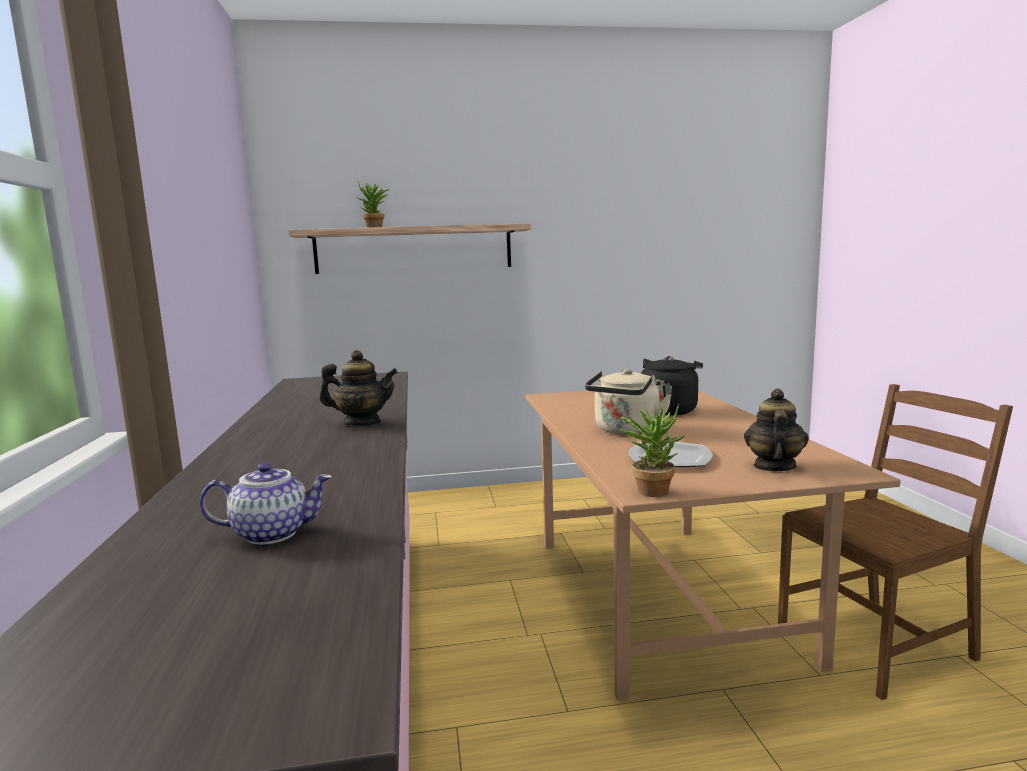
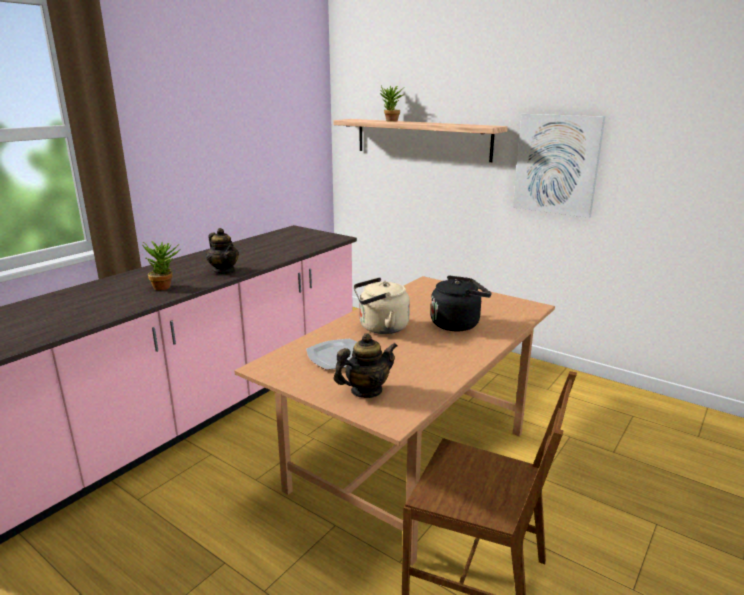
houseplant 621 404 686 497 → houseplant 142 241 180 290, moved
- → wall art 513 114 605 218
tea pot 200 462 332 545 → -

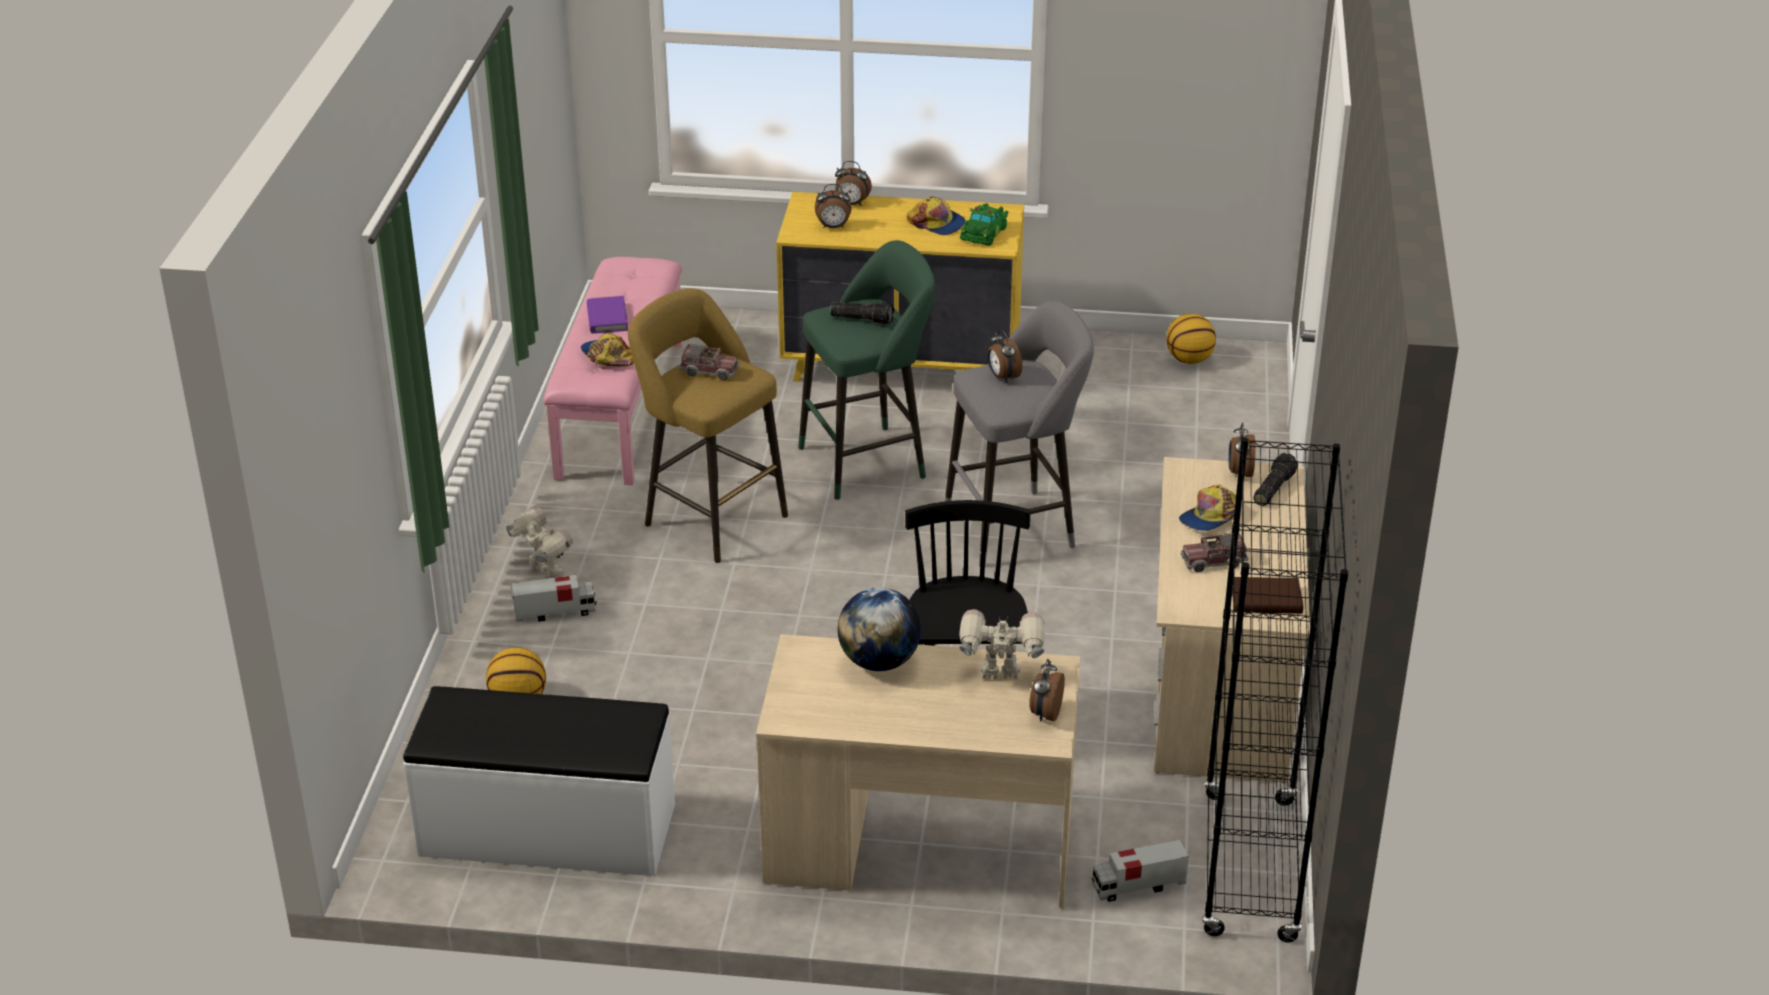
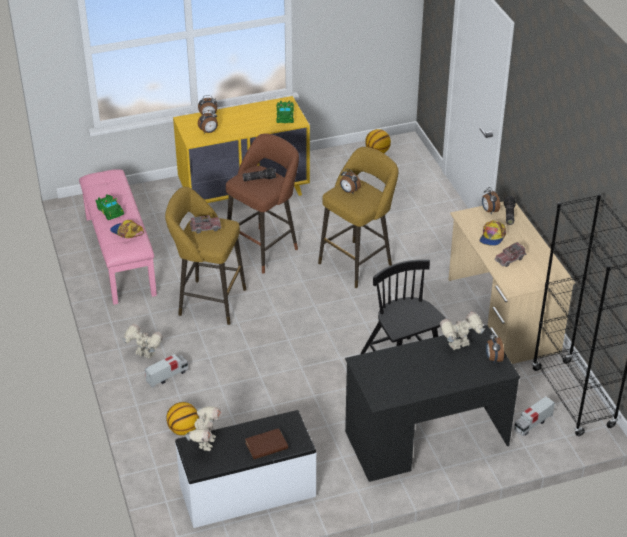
purple-coloured bound book 587 296 628 334 → greenish model car 95 194 124 220
- → robot figure 185 406 222 451
greenish stool seat 798 240 936 500 → brownish stool seat 226 133 299 274
brownish bound book 1232 577 1303 614 → brownish bound book 245 428 288 459, moved
gray stool seat 945 301 1094 566 → yellowish stool seat 318 147 398 288
beige desk table 756 634 1080 908 → black-coloured desk table 345 325 520 482
world globe 838 587 921 671 → -
peaked cap 907 196 966 235 → -

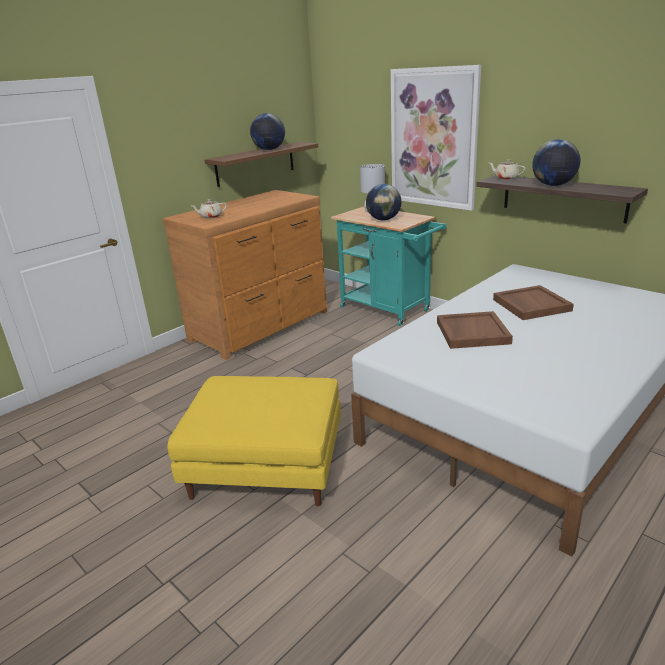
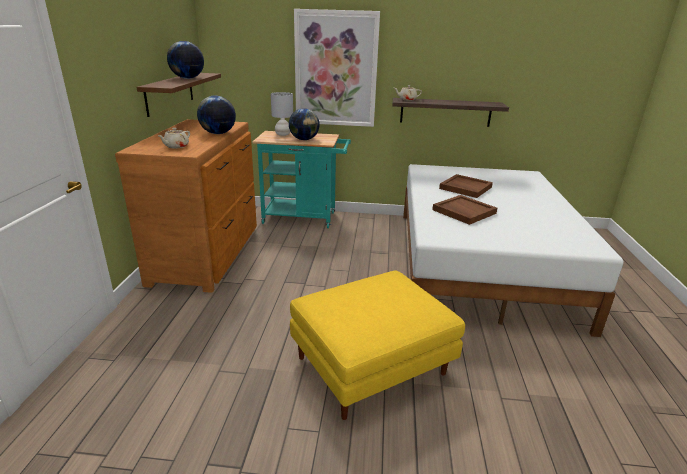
world globe 532 139 580 186 → world globe 197 96 236 134, moved

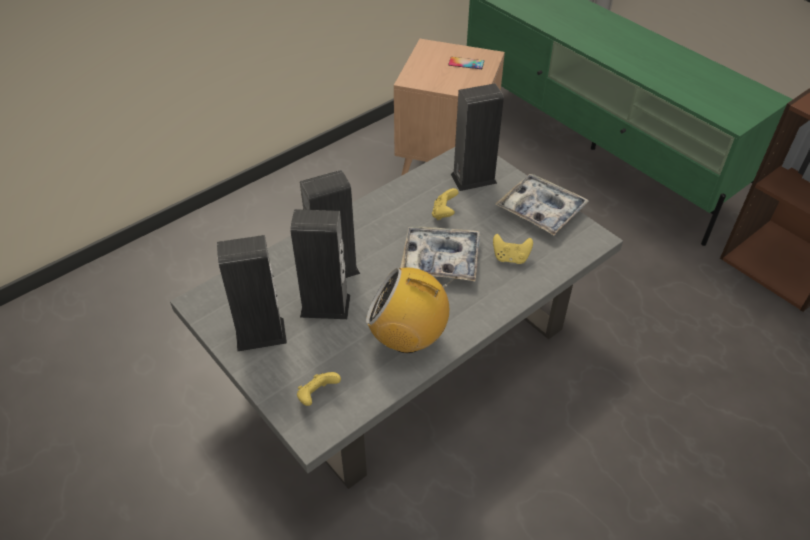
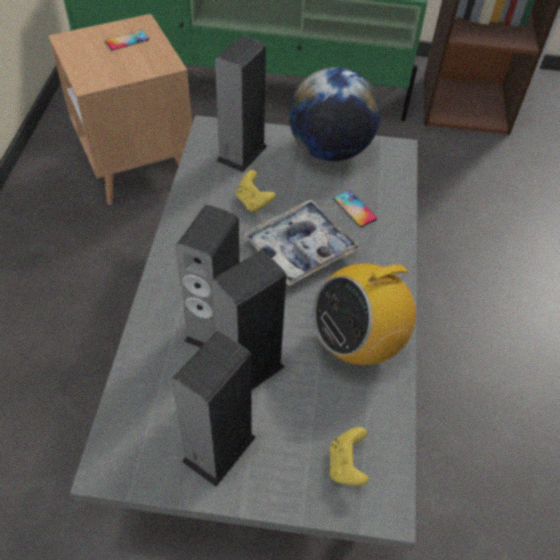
tray 495 174 589 235 → world globe 289 67 381 161
yellowish game controller 493 234 533 264 → phone 333 190 377 227

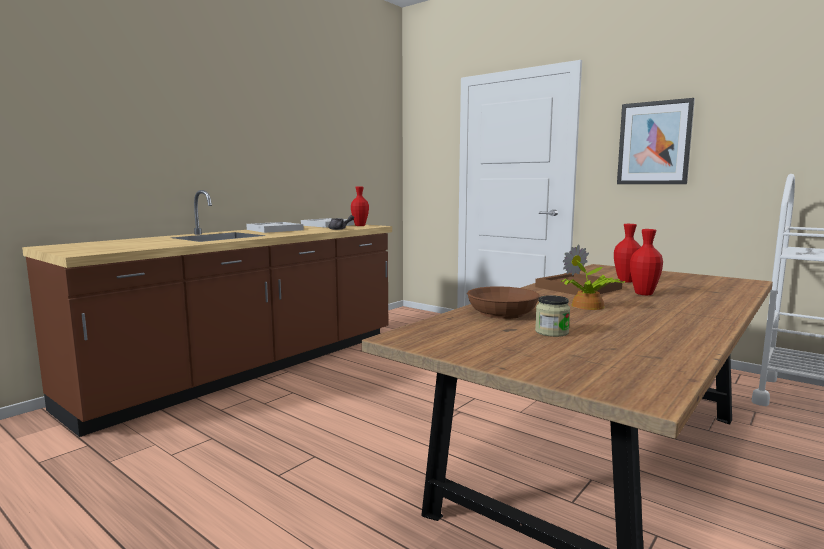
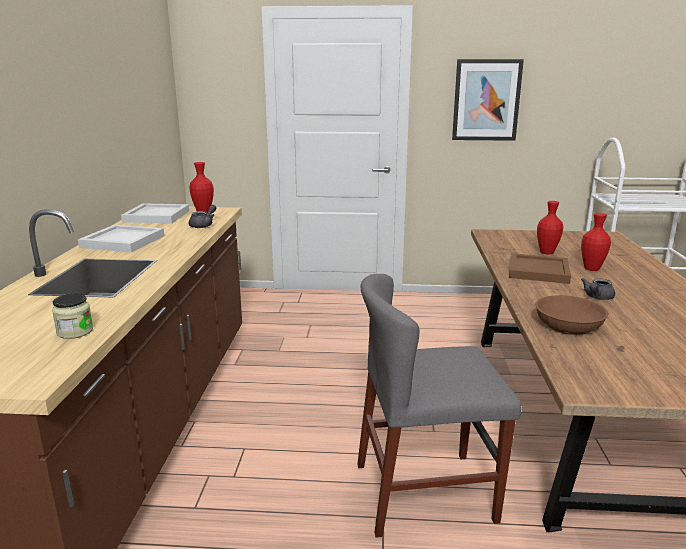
jar 535 295 570 337 → jar 52 293 93 339, moved
- → gray chair 357 274 521 538
houseplant 561 244 625 310 → gray tea pot 581 278 615 300

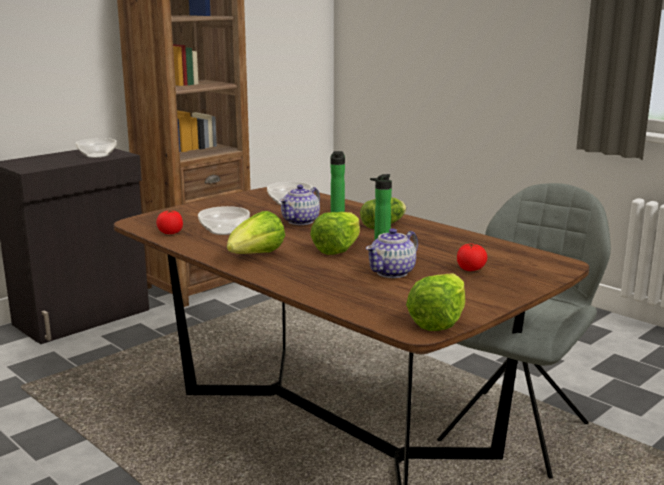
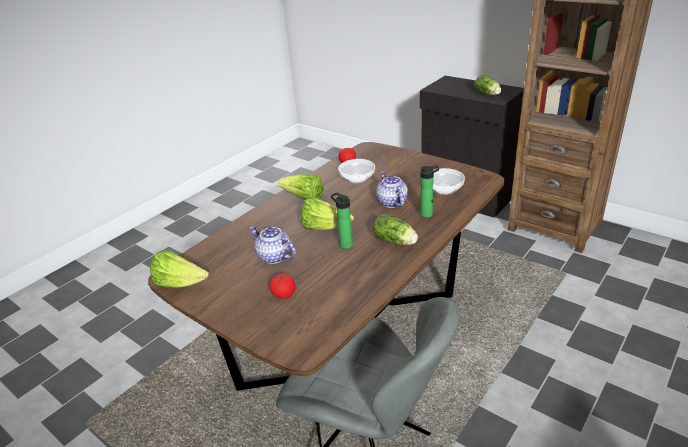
tea pot 280 185 320 225 → tea pot 376 171 408 208, 45 degrees clockwise
serving bowl 76 138 117 158 → head of lettuce 475 75 501 95

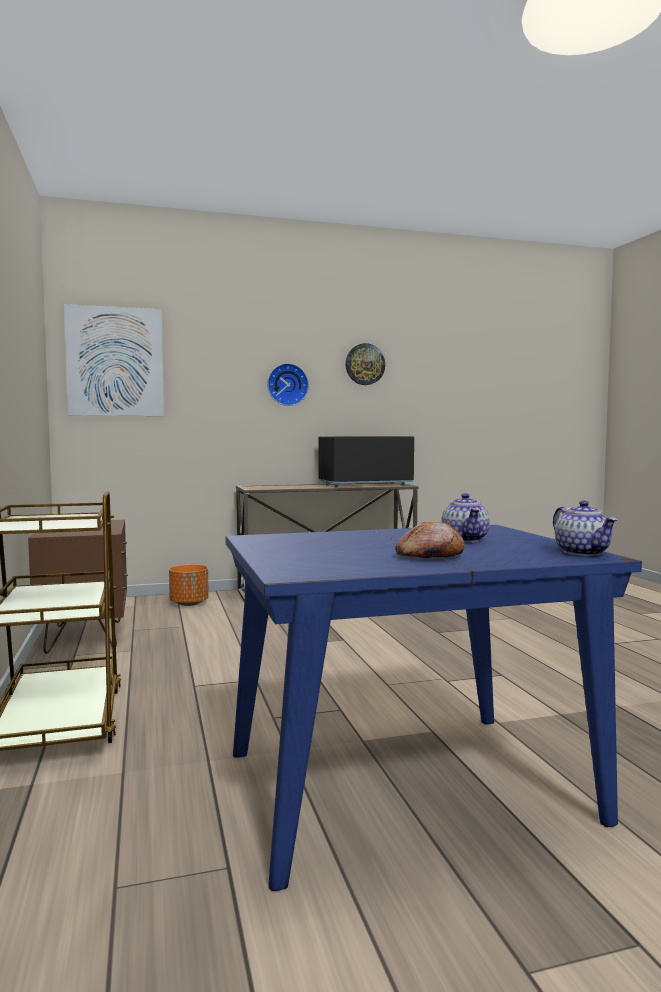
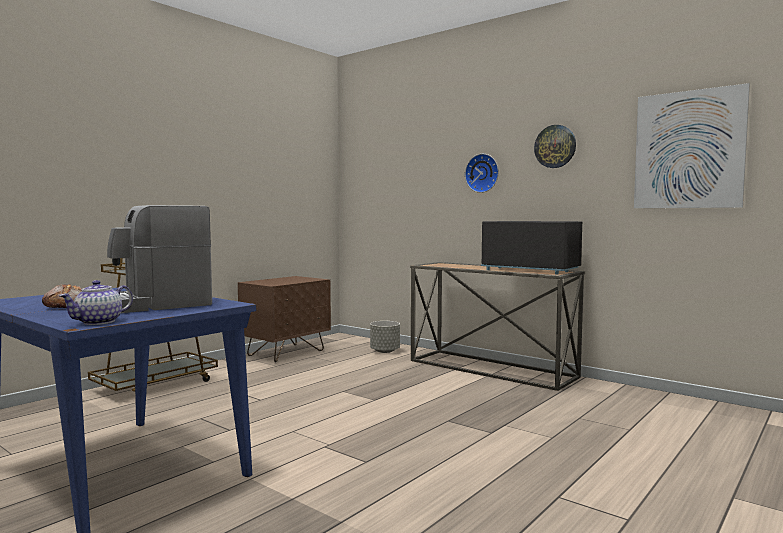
tea pot 441 493 490 542 → coffee machine 107 205 212 313
orange planter 169 564 209 606 → gray planter 370 321 400 353
wall art 64 304 164 416 → wall art 634 83 750 208, moved

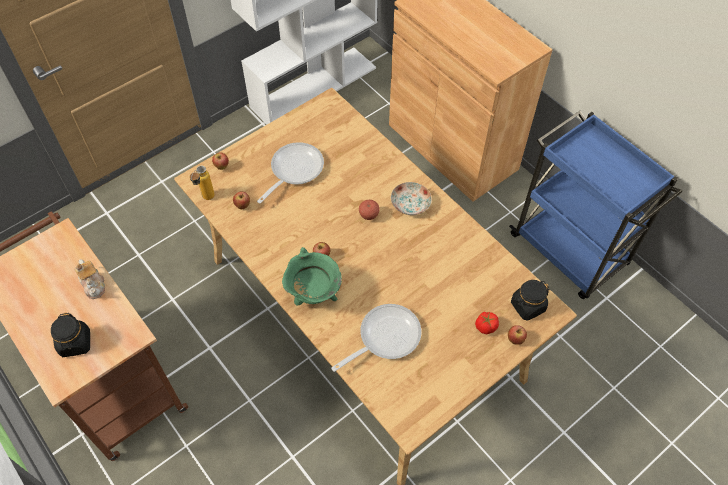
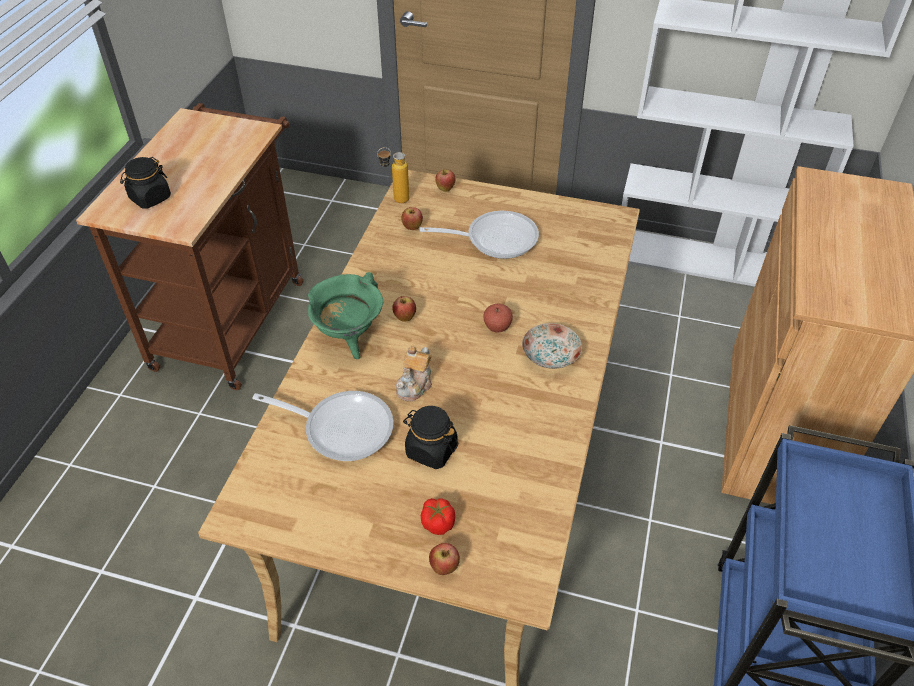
tea pot 75 260 105 299 → tea pot 396 346 432 401, moved
black-coloured jar 511 280 549 321 → black-coloured jar 403 406 458 469, moved

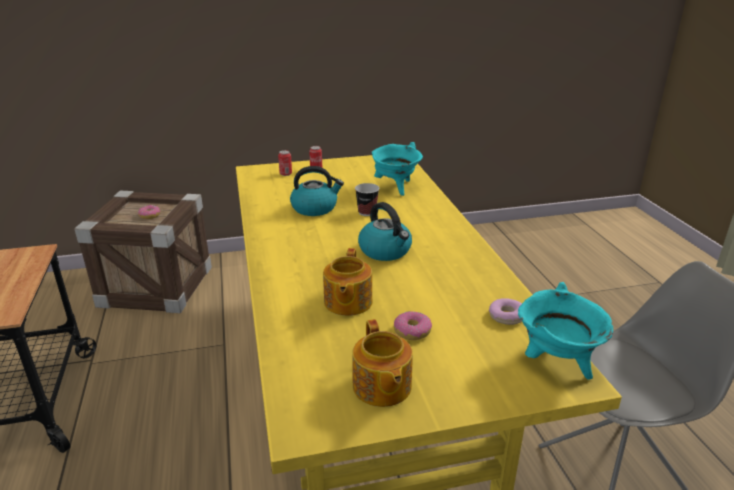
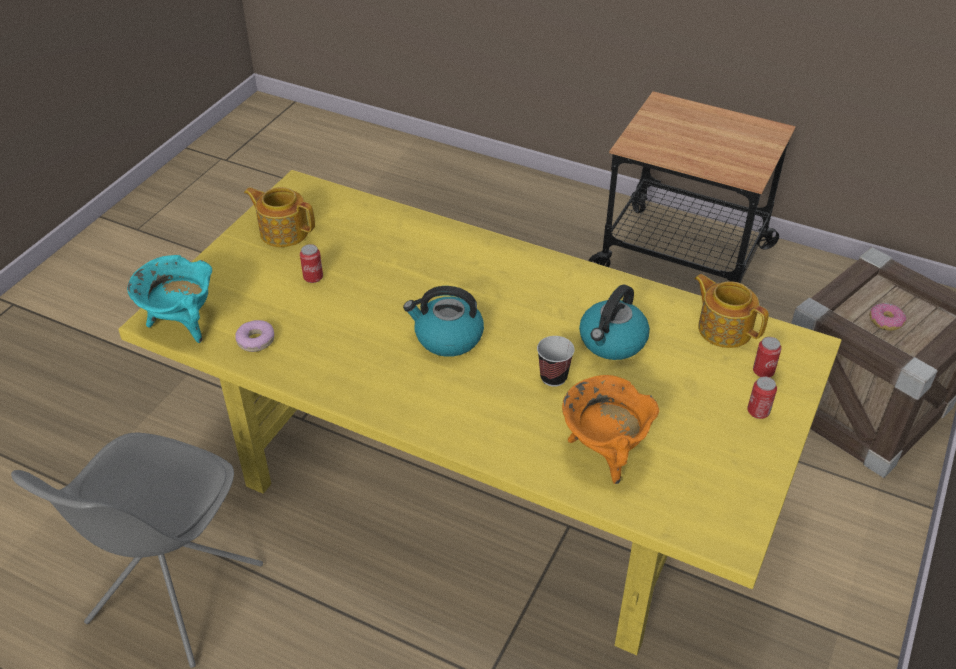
doughnut 394 311 432 340 → sealed can 300 244 323 283
turquoise-coloured saucepot 371 142 423 196 → orange saucepot 562 375 659 484
tea pot 323 248 372 316 → tea pot 694 274 769 348, moved

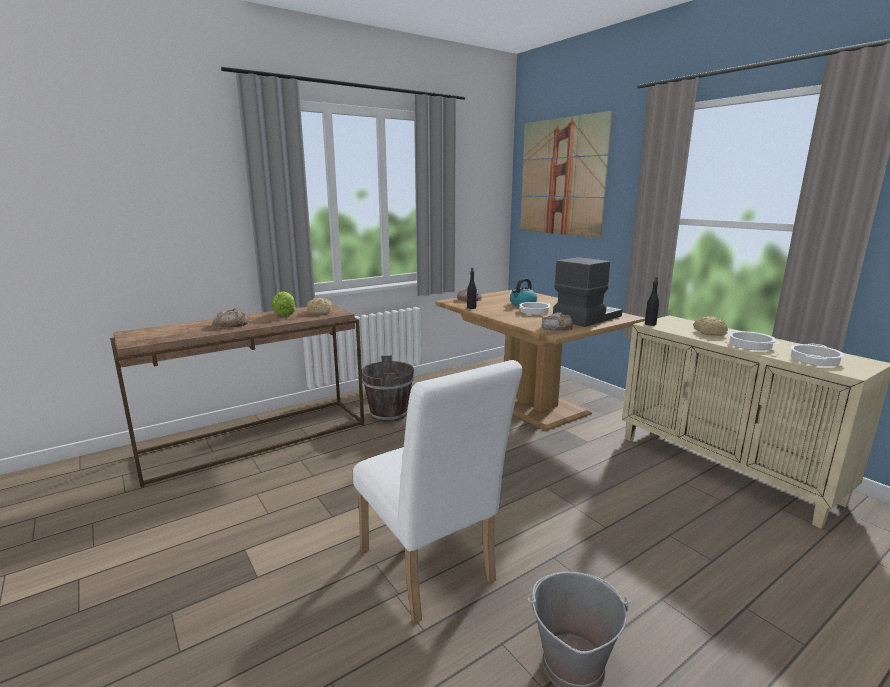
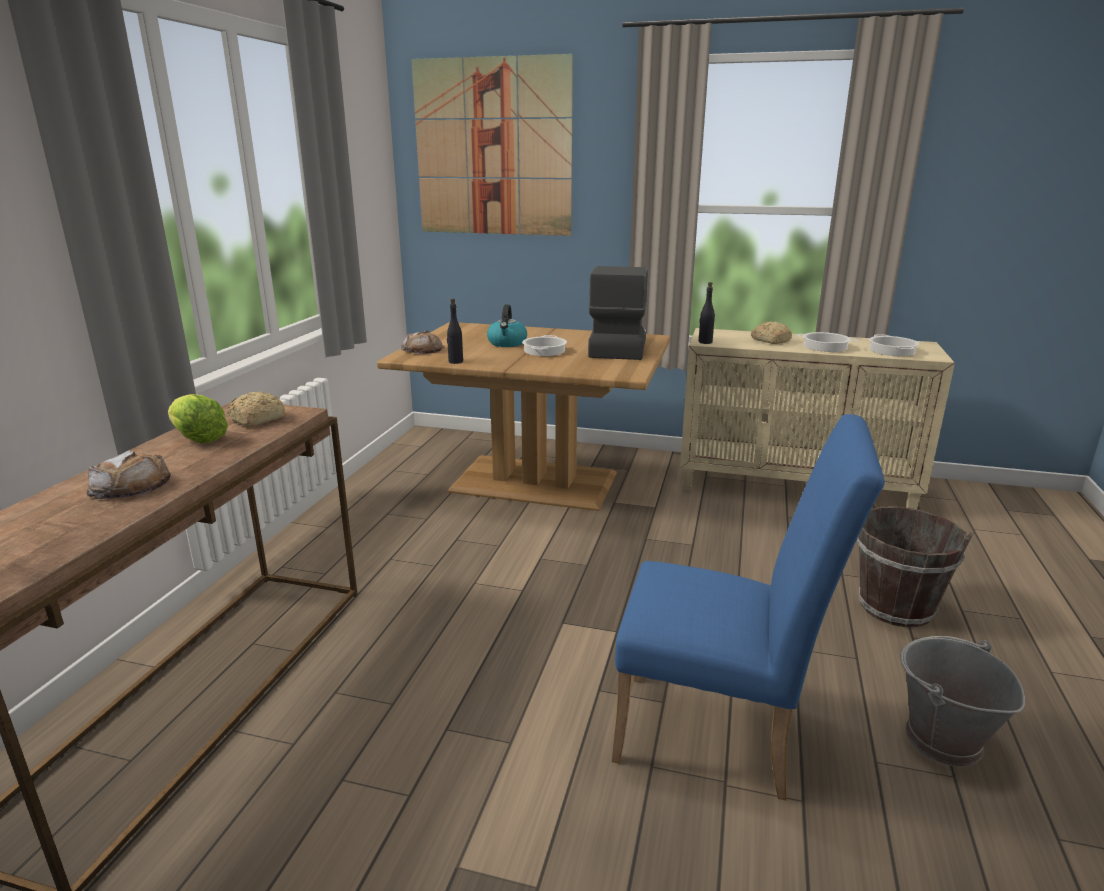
whitish chair 353 360 523 623 → bluish chair 612 414 885 801
brownish bucket 362 355 414 422 → brownish bucket 857 506 973 627, moved
baked bread 542 312 573 331 → -

